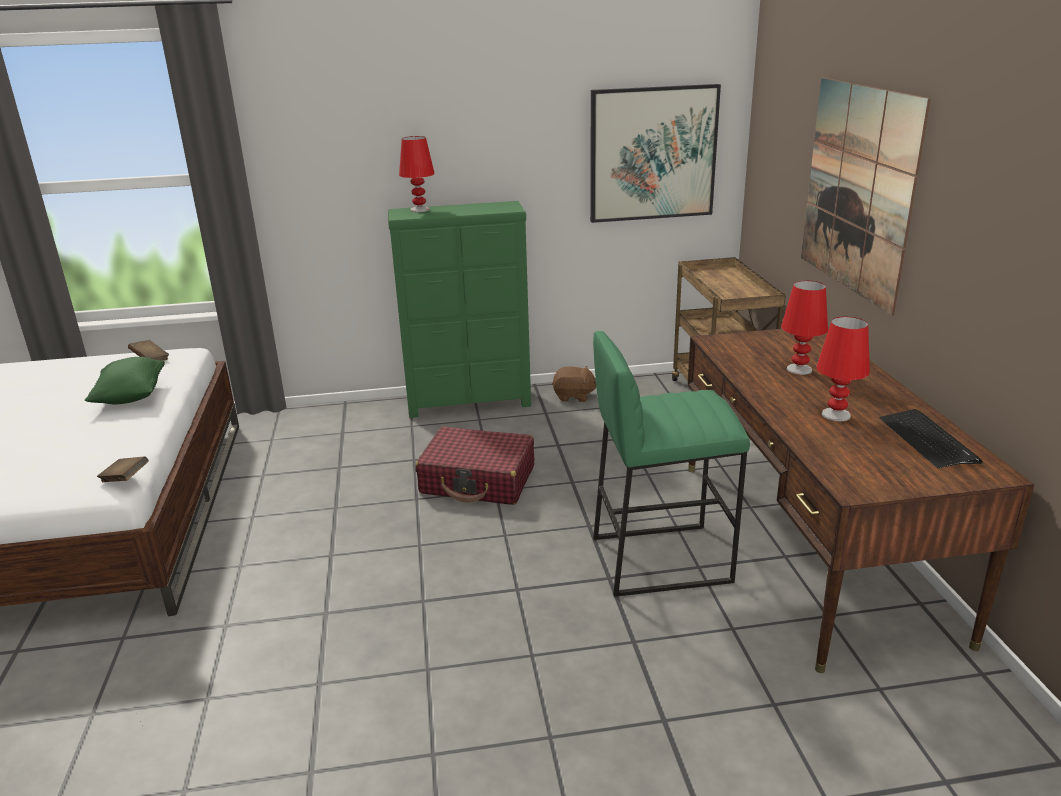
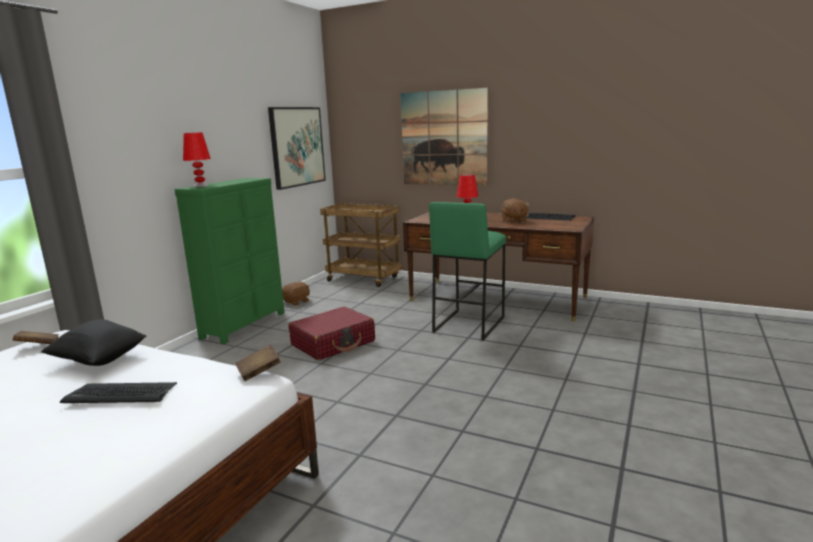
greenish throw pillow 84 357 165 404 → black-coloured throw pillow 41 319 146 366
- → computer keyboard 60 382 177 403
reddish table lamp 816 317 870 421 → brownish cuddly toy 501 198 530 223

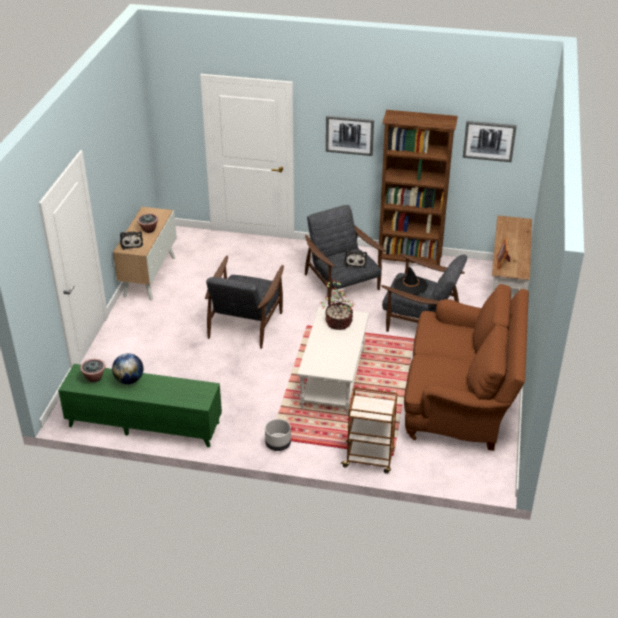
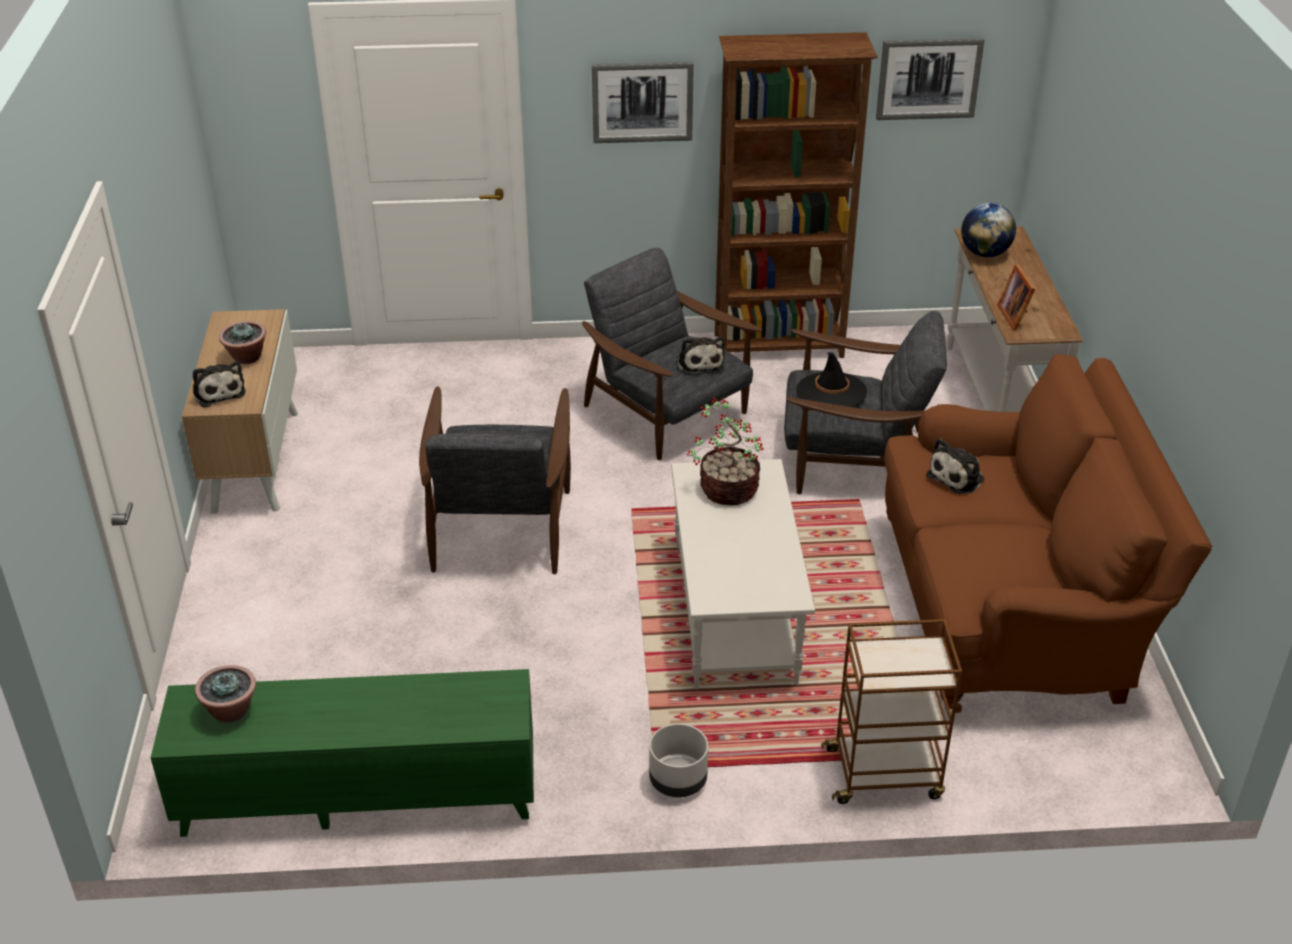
- → cuddly toy 926 438 984 494
world globe 112 353 143 384 → world globe 961 203 1016 257, moved

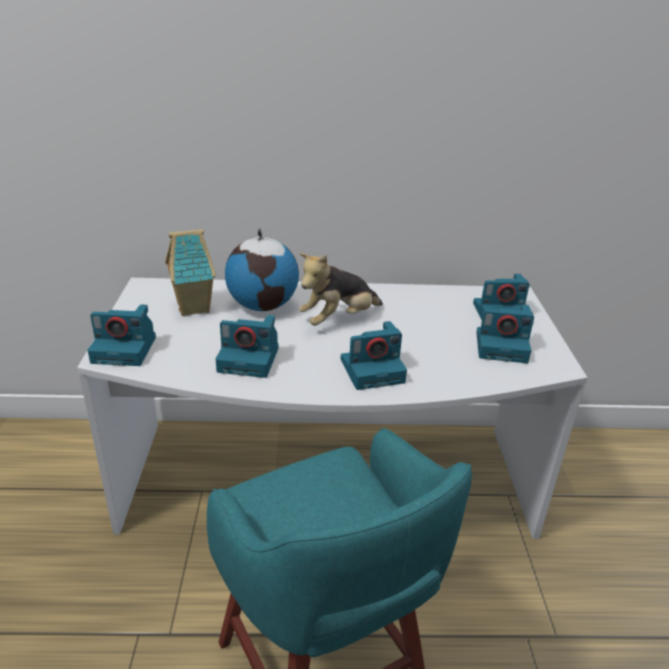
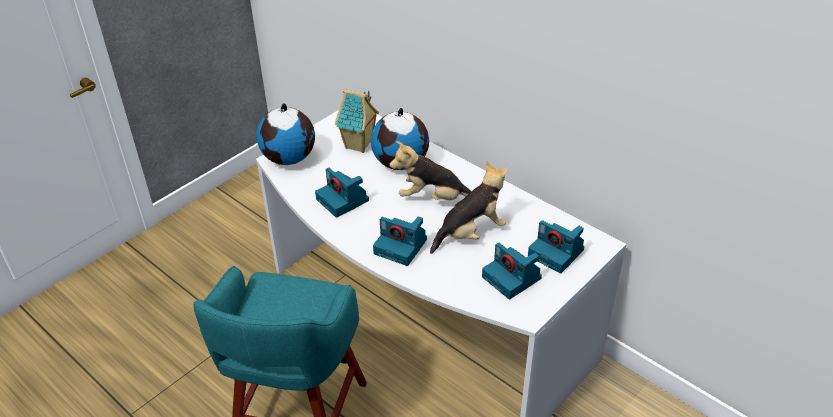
still camera 87 304 156 366 → world globe 257 103 315 165
- → cuddly toy 430 162 508 254

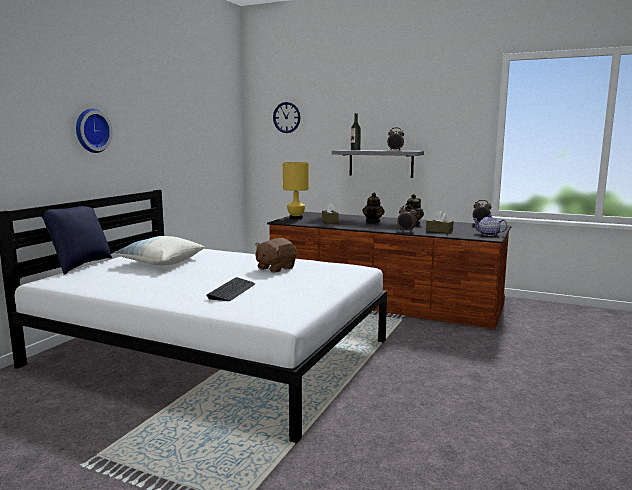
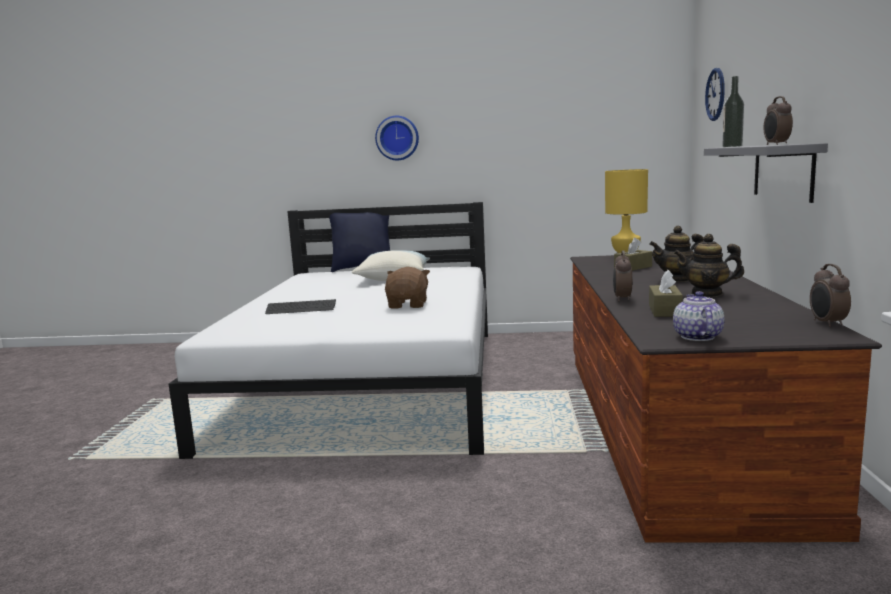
brownish cuddly toy 255 238 297 273 → brownish cuddly toy 385 267 430 309, 75 degrees clockwise

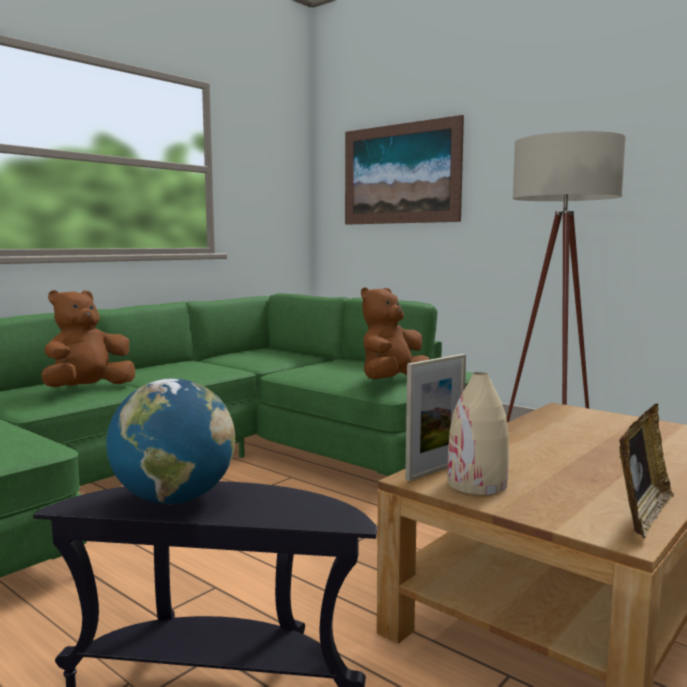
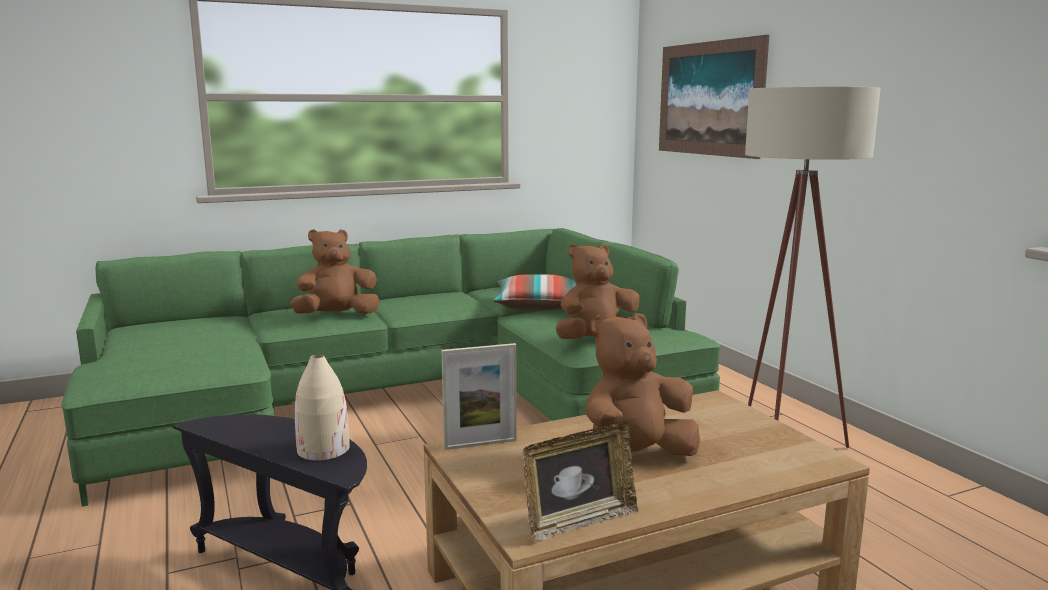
beige vase 447 372 509 495 → beige vase 295 354 350 460, moved
- → throw pillow 493 274 576 310
- → brownish cuddly toy 585 313 700 456
world globe 106 378 235 504 → -

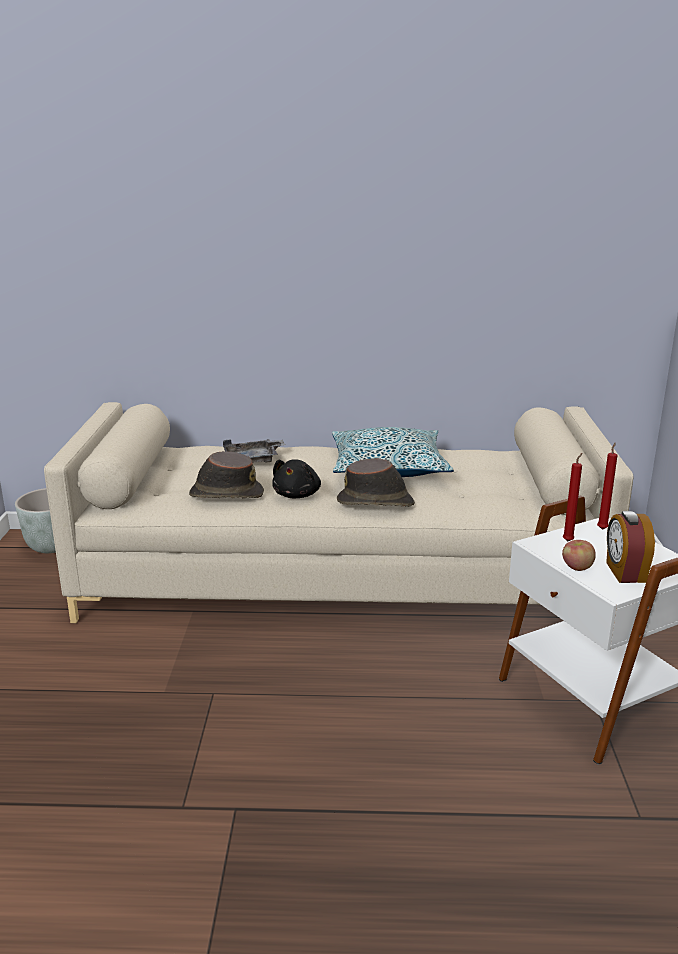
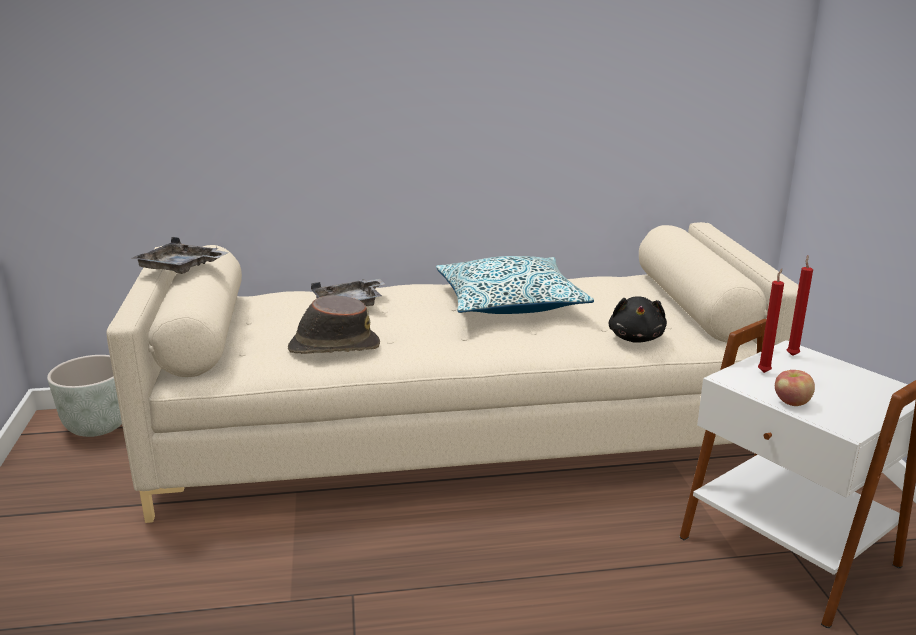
- → gray tray 132 237 229 274
black-coloured cuddly toy 273 459 321 498 → black-coloured cuddly toy 608 296 667 343, moved
brownish clothing hat 337 458 415 507 → -
table clock 606 511 655 583 → -

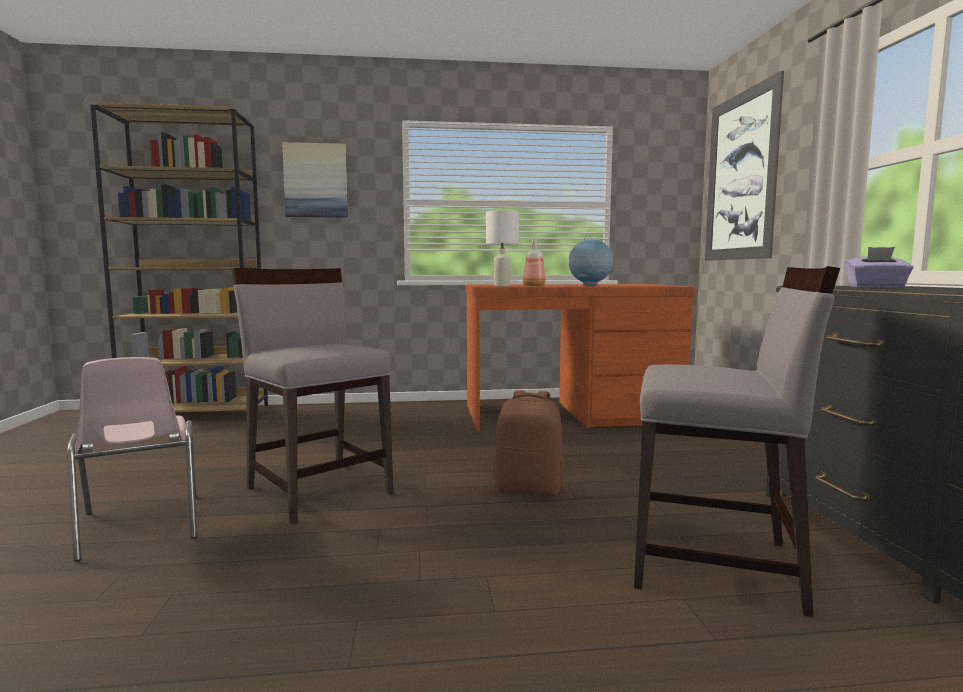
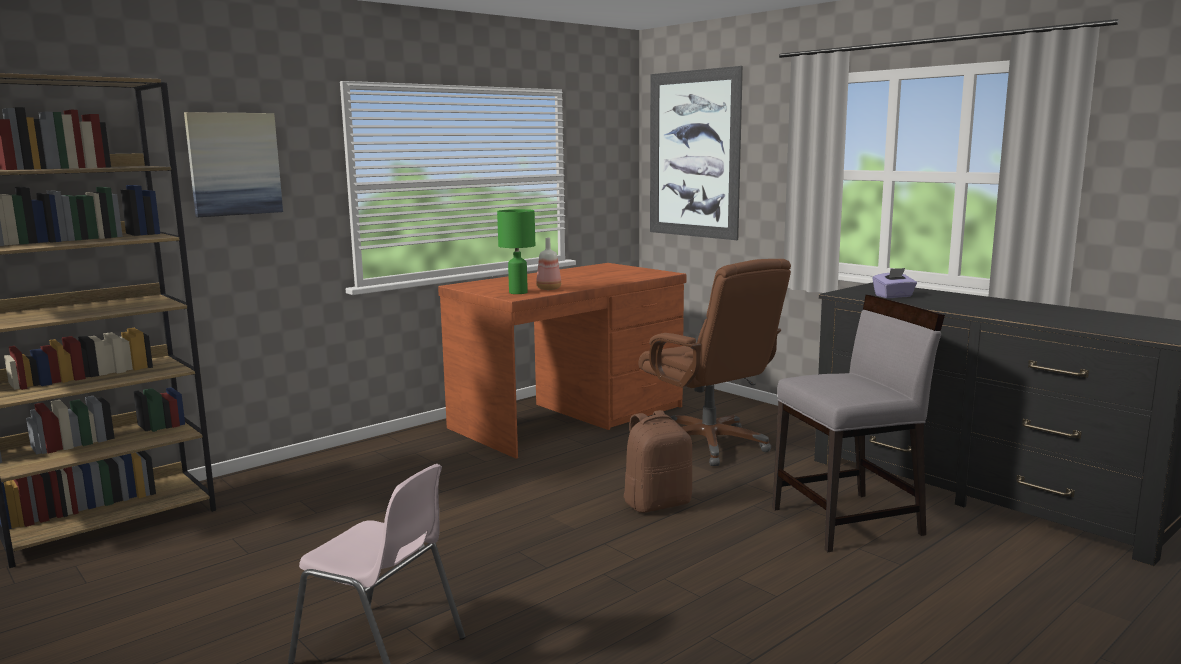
whitish table lamp 486 210 519 286 → greenish table lamp 497 209 535 294
- → brownish computer chair 639 259 791 466
gray chair 232 268 393 524 → -
world globe 568 238 613 286 → -

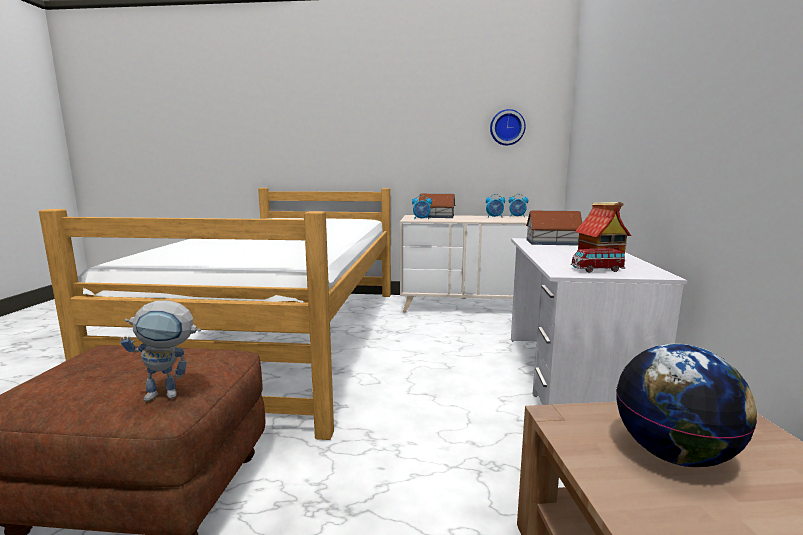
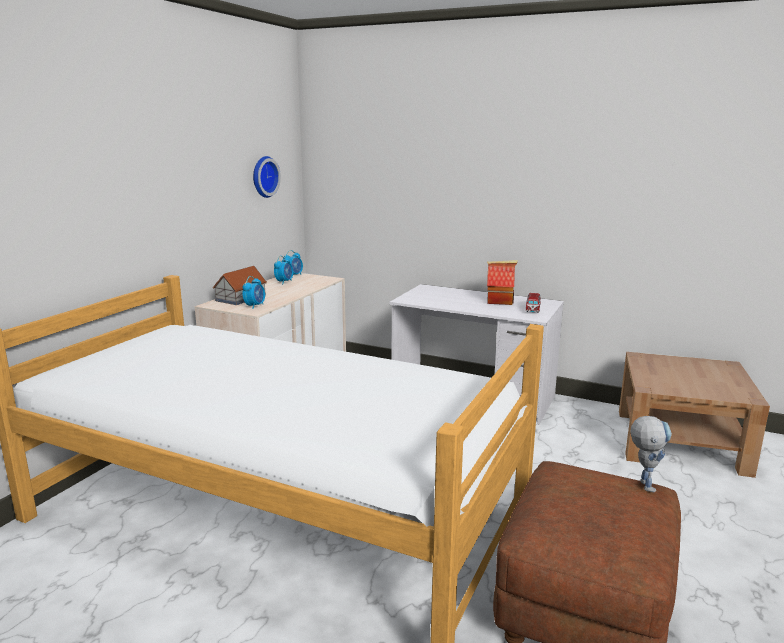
model house 526 211 582 246 → -
world globe 616 344 757 467 → -

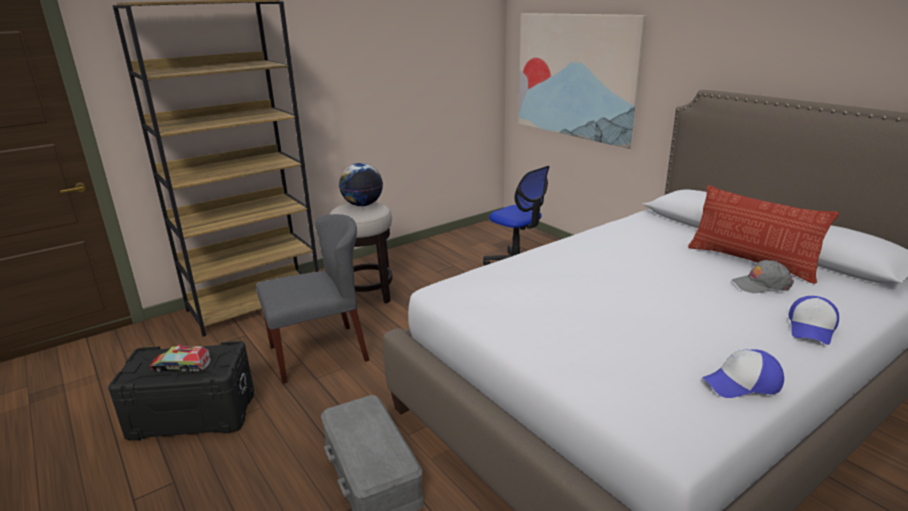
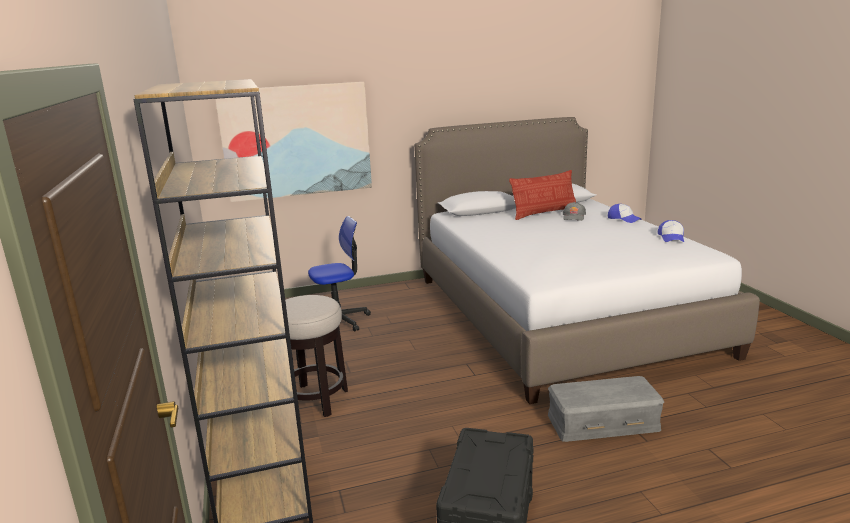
toy truck 150 345 211 373 → -
gray chair 256 214 369 384 → -
world globe 339 163 383 206 → -

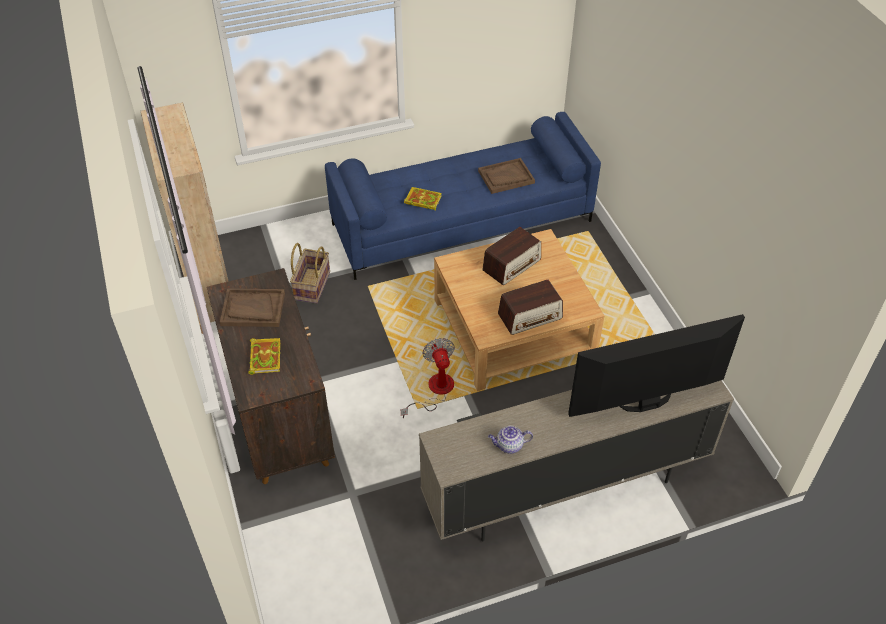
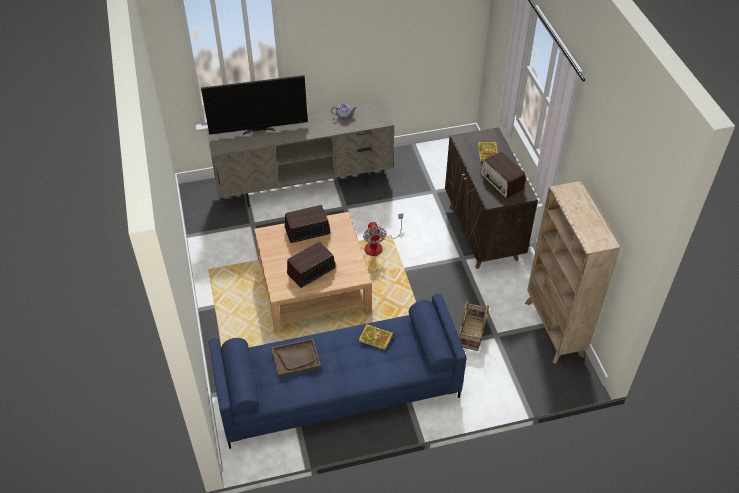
brownish tray 220 288 285 327 → radio 480 151 525 198

